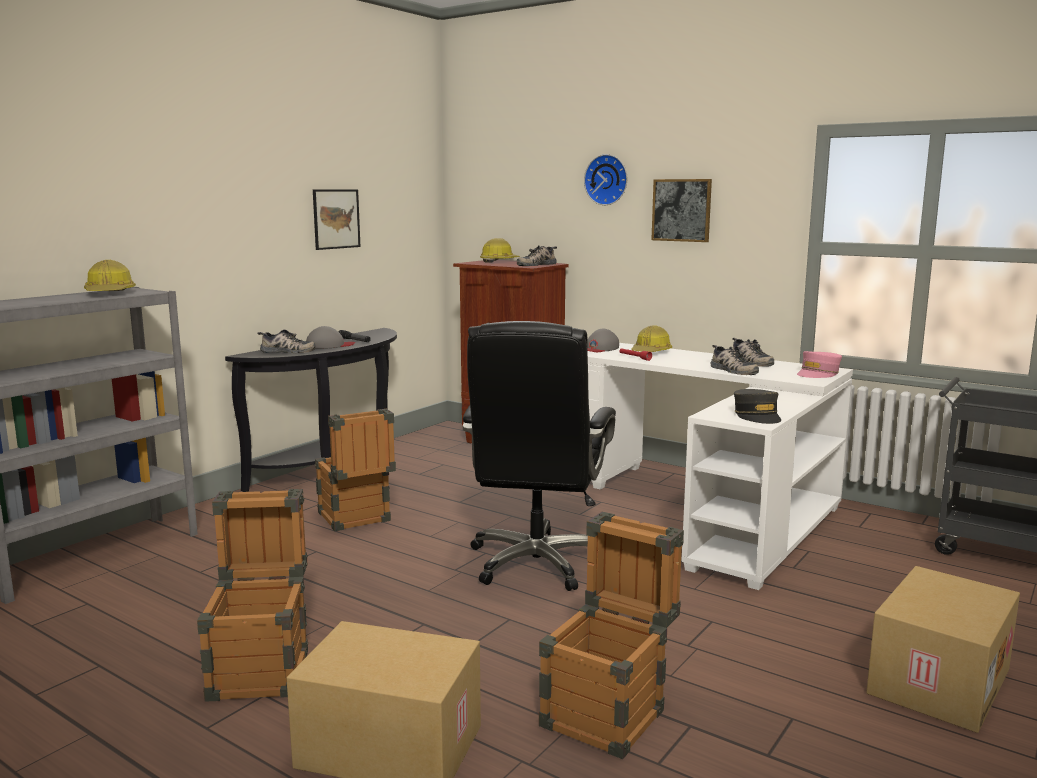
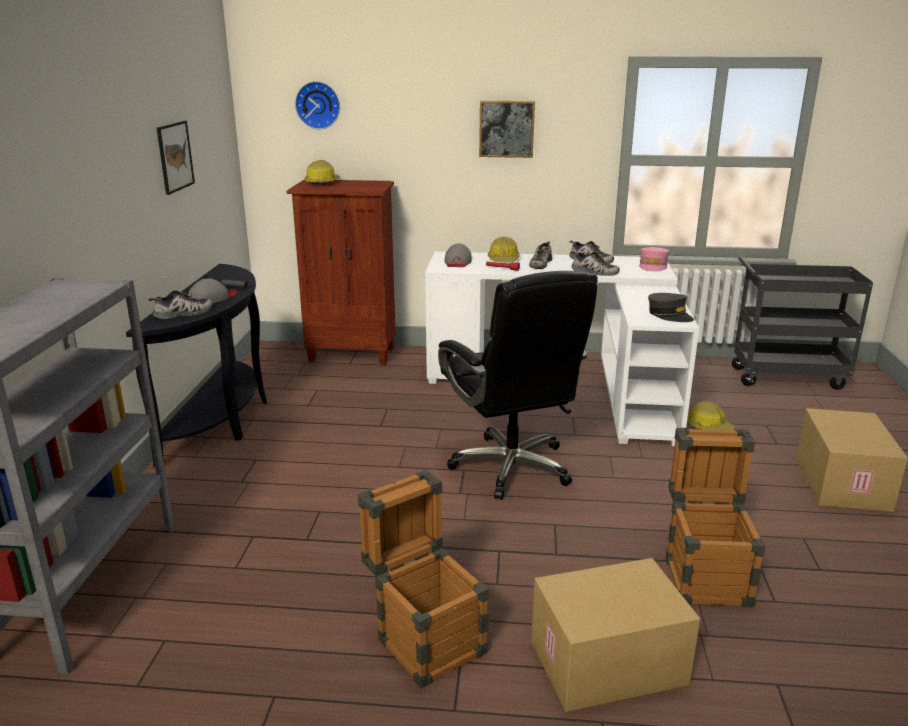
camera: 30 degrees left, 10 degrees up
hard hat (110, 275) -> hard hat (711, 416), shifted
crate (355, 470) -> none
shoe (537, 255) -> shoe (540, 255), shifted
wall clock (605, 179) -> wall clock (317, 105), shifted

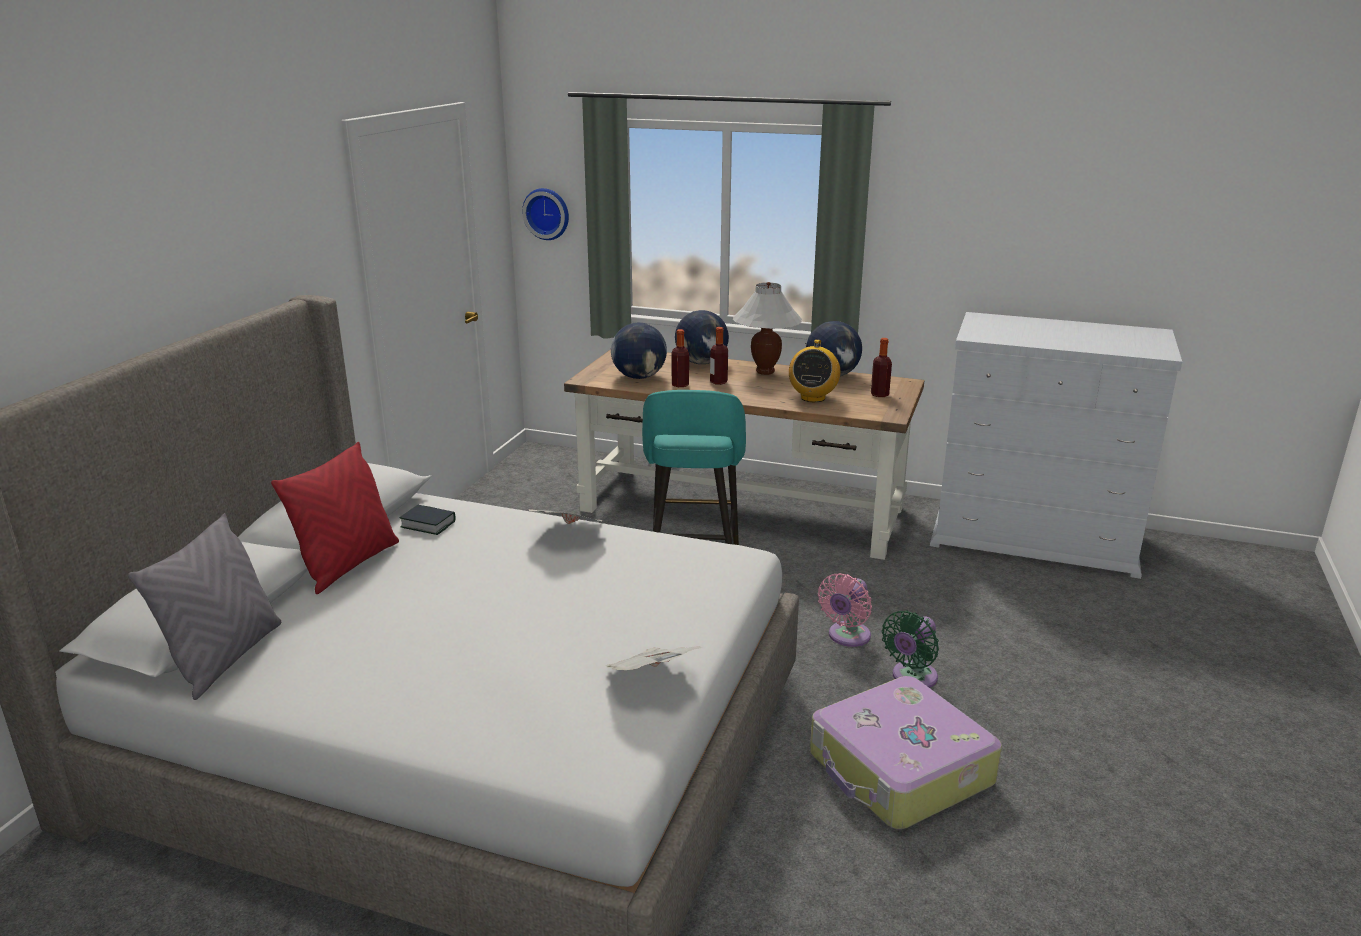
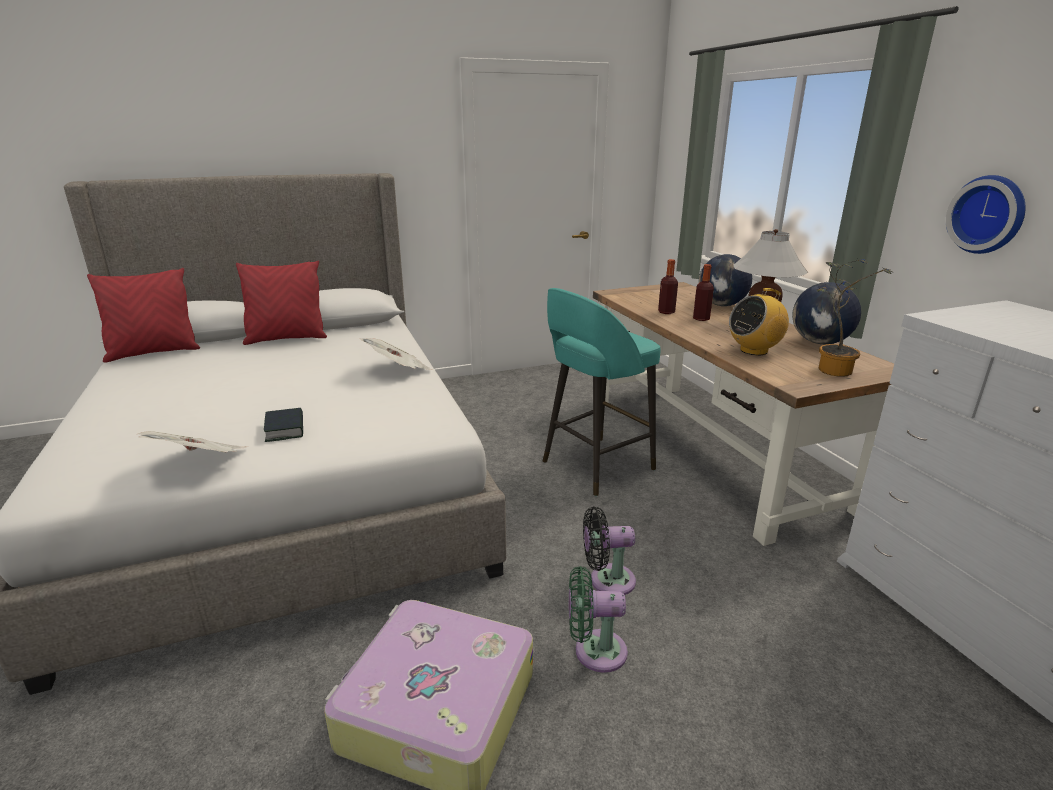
camera: 50 degrees right, 0 degrees up
grey pillow (204, 606) -> red pillow (143, 315)
book (427, 520) -> book (283, 425), shifted
wall clock (545, 214) -> wall clock (986, 214), shifted
globe (639, 351) -> none
pink fan (845, 610) -> black fan (609, 551)
bottle (881, 367) -> potted plant (855, 318)

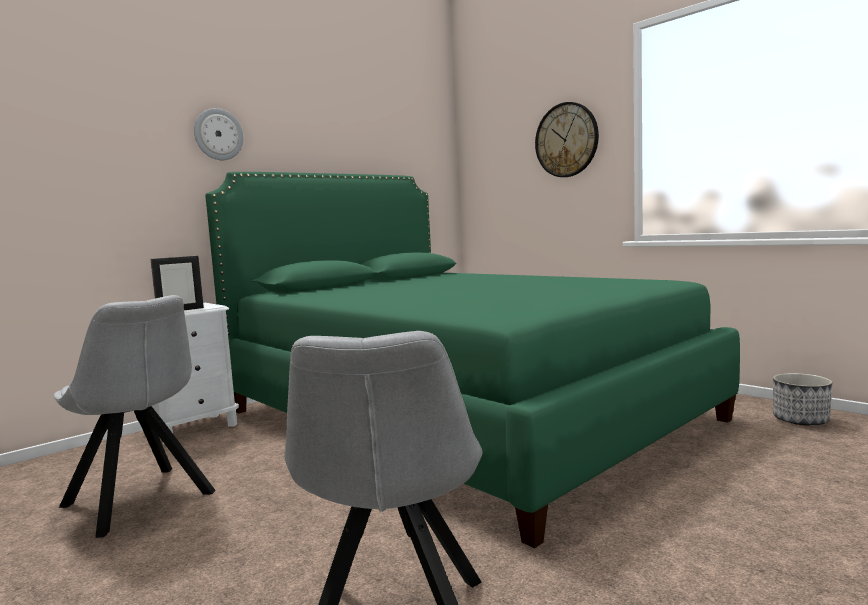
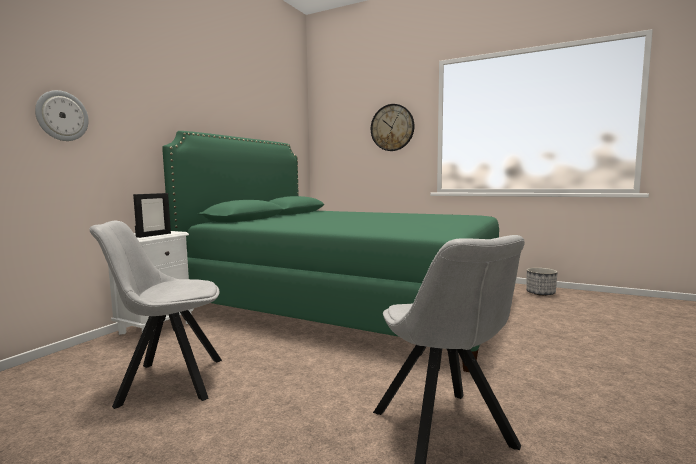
camera: 20 degrees left, 0 degrees up
grey chair (135, 416) -> grey chair (155, 315), 150 degrees clockwise
wall clock (219, 134) -> wall clock (62, 115), shifted

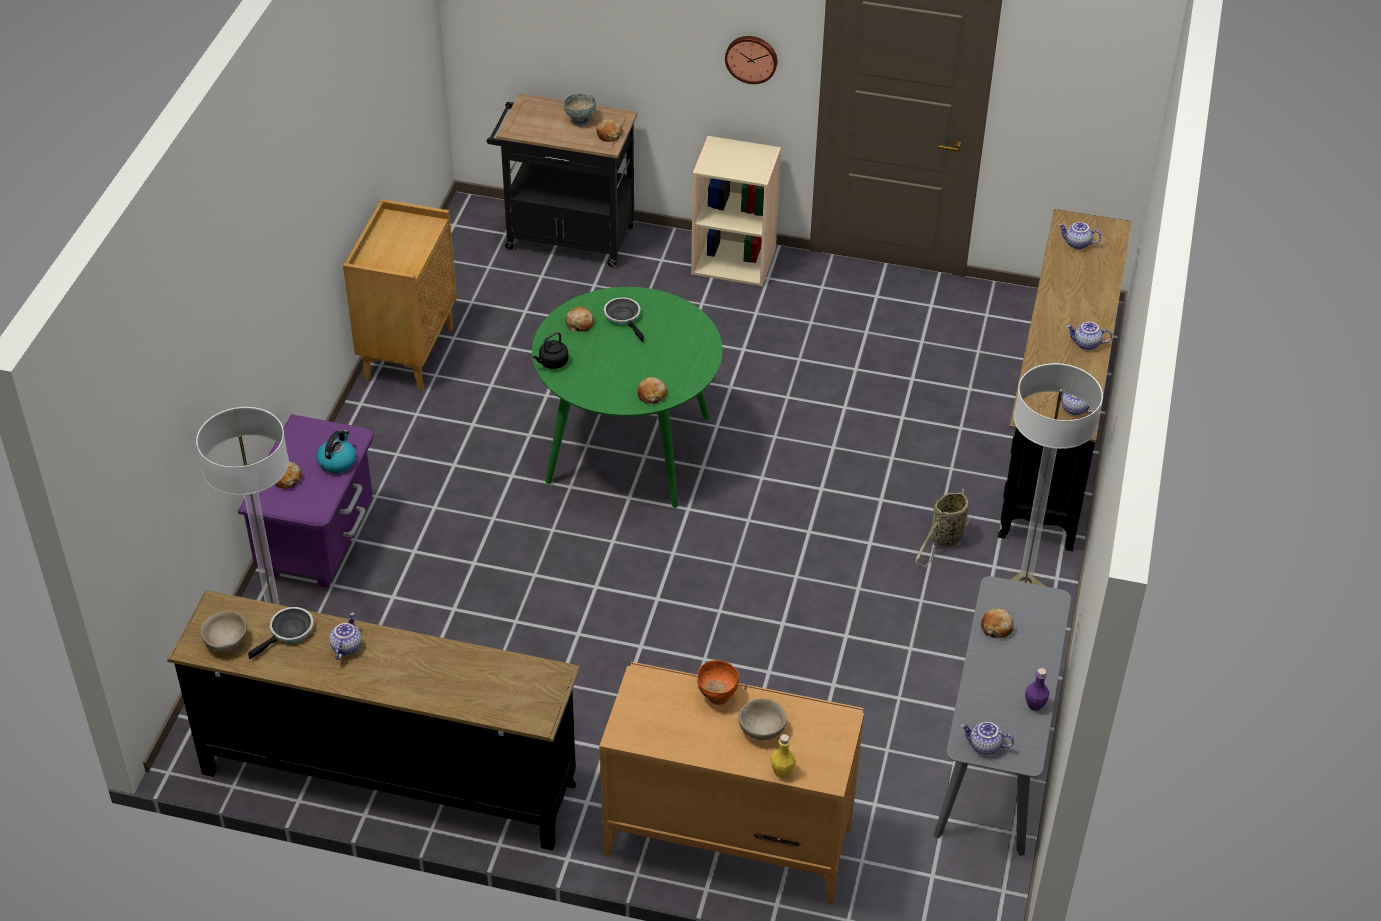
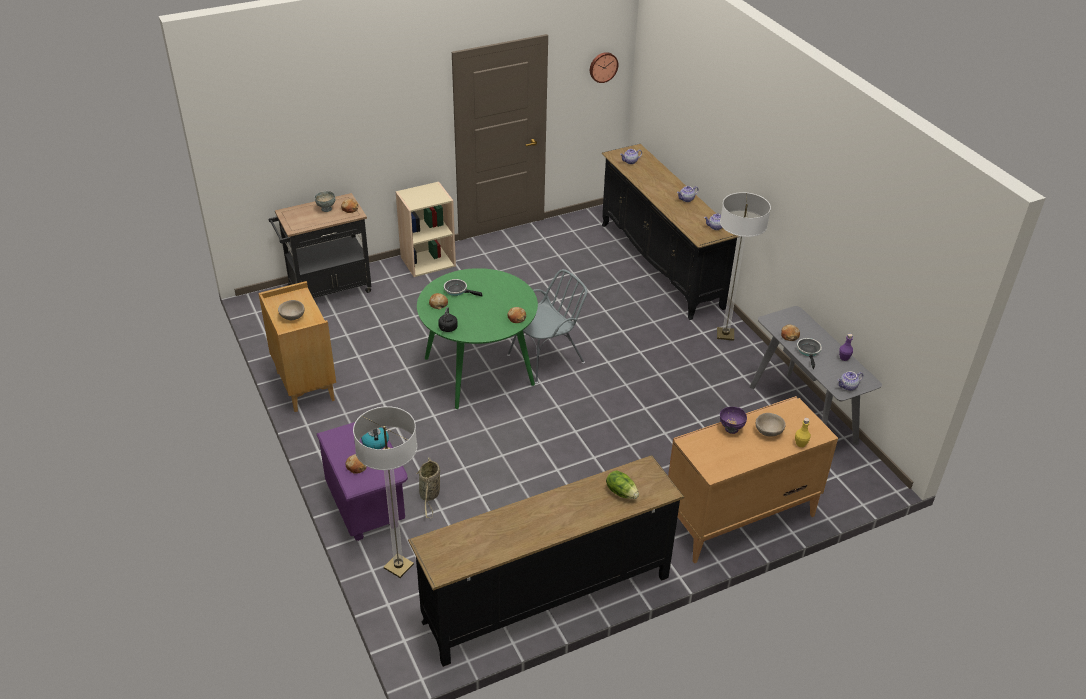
camera: 40 degrees left, 5 degrees down
beige bowl (224, 631) -> beige bowl (291, 310), shifted
frying pan (281, 633) -> frying pan (809, 353), shifted
teapot (345, 636) -> none
orange bowl (718, 682) -> purple bowl (733, 420)
wall clock (751, 60) -> wall clock (604, 67), shifted
basket (942, 527) -> basket (428, 487), shifted
none -> grey chair (547, 326)
none -> lettuce (622, 485)

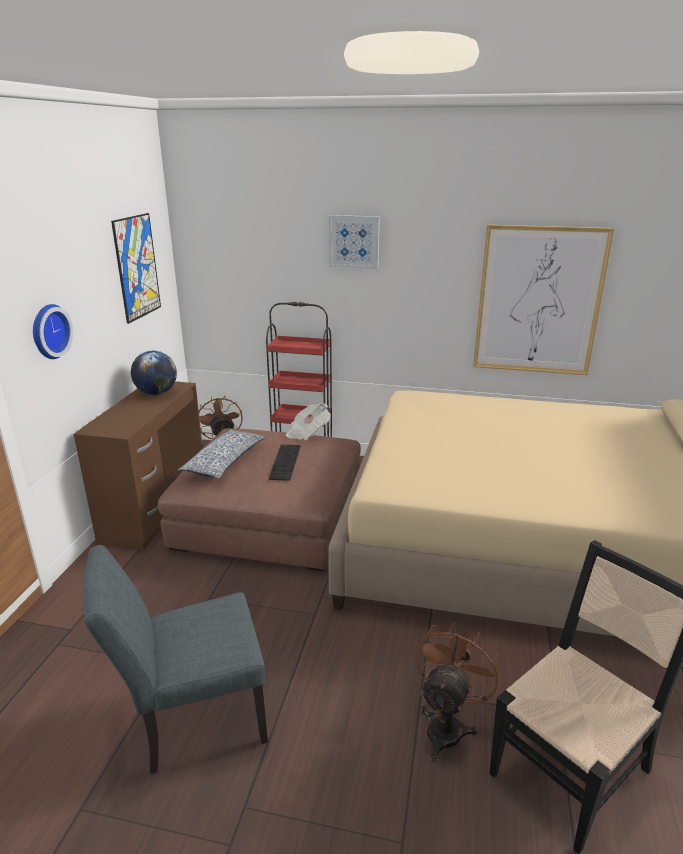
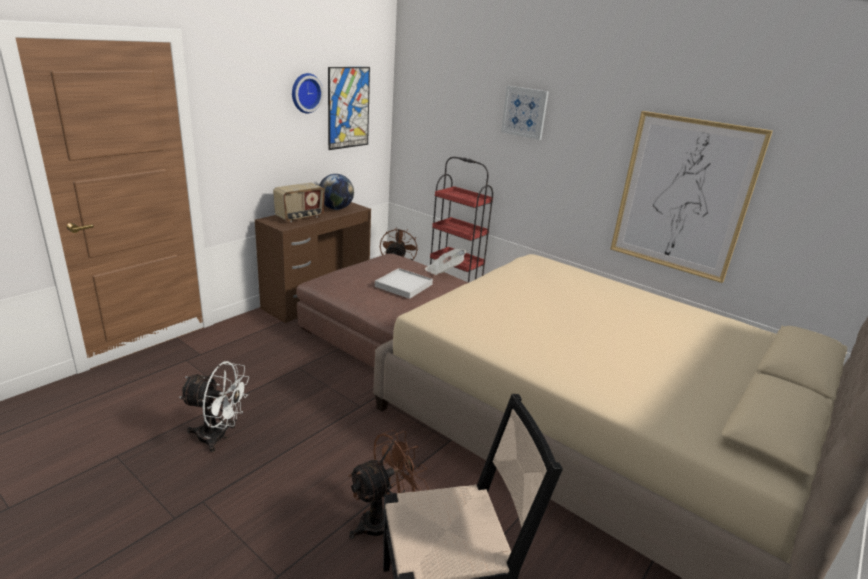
camera: 25 degrees right, 0 degrees up
wall clock (53, 331) -> wall clock (308, 93), shifted
grey chair (175, 659) -> white fan (214, 407)
pillow (221, 454) -> none
keyboard (285, 463) -> white tray (404, 283)
none -> radio (299, 202)

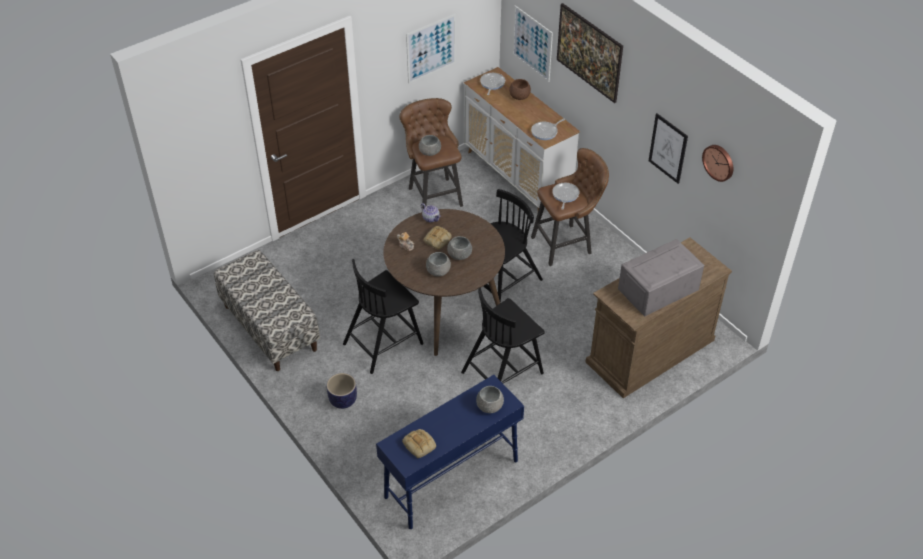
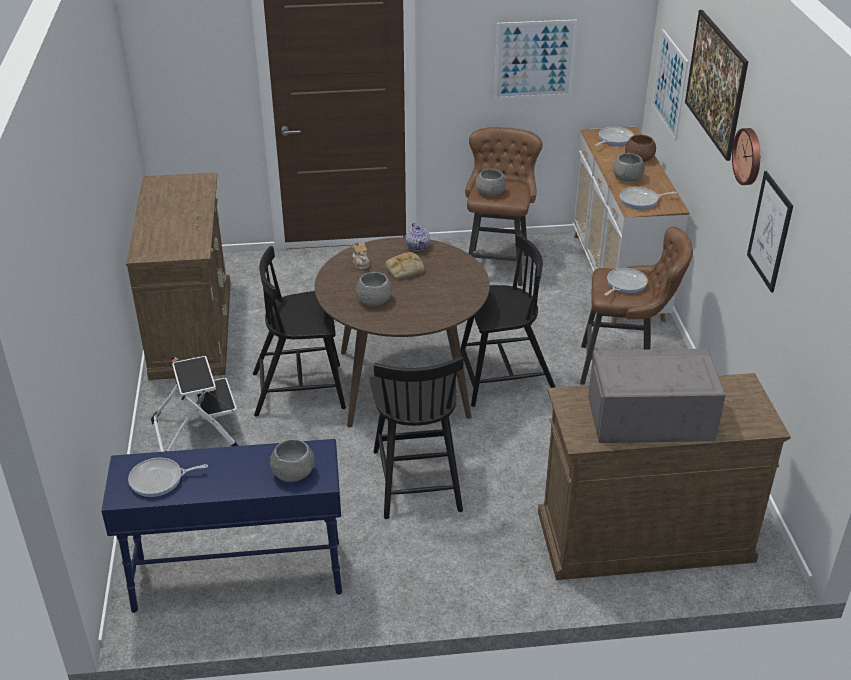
camera: 30 degrees right, 10 degrees down
bench (267, 310) -> brown dresser (178, 276)
planter (342, 391) -> step ladder (195, 404)
bread (419, 443) -> frying pan (168, 477)
grey bowl (459, 248) -> grey bowl (629, 167), shifted
black chair (503, 335) -> black chair (416, 437), 90 degrees counterclockwise
wall clock (717, 163) -> wall clock (746, 156), shifted

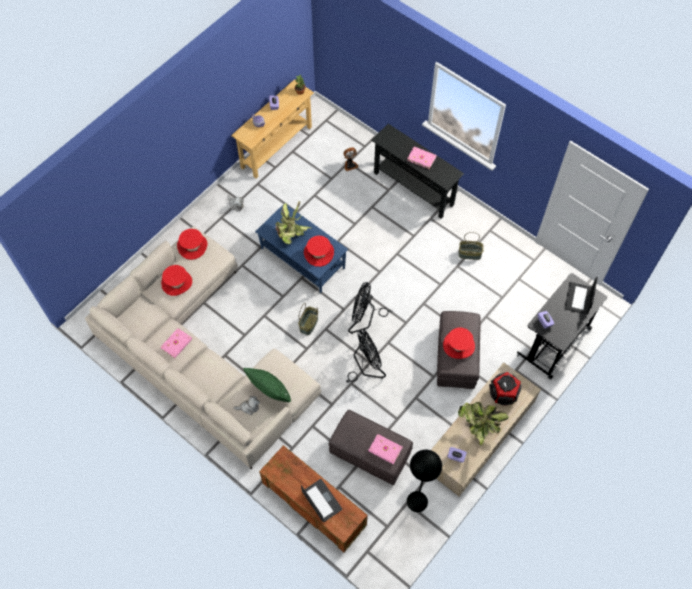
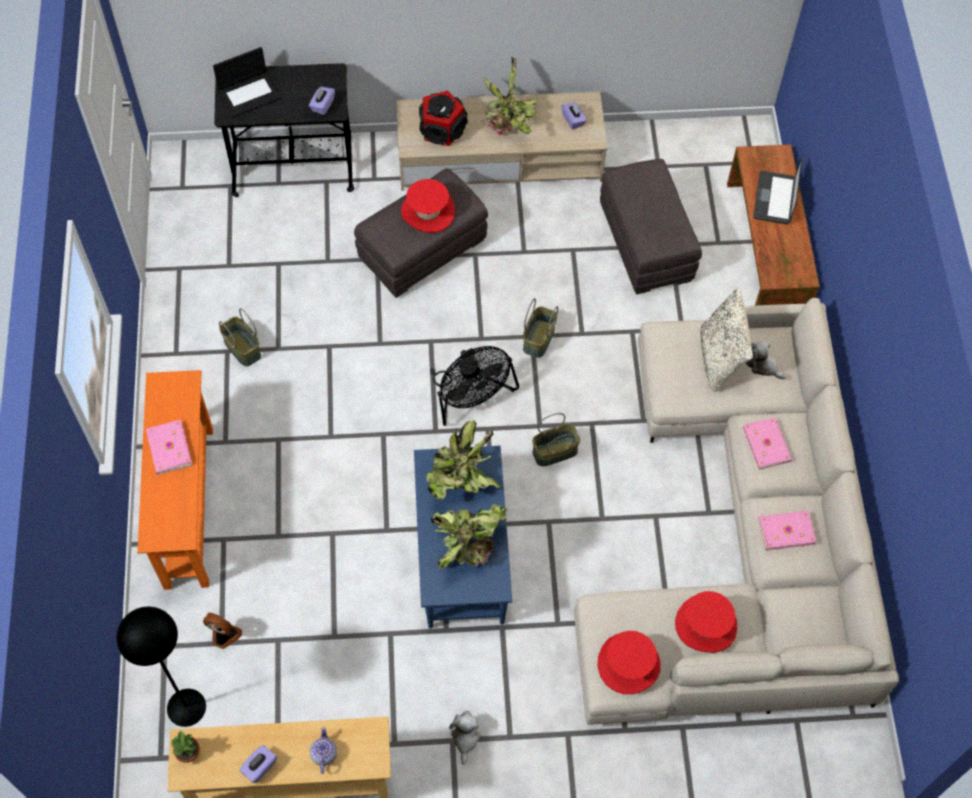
camera: 135 degrees left, 0 degrees up
green pillow (267, 385) -> beige pillow (726, 339)
red hat (319, 251) -> potted plant (463, 460)
black fan (366, 356) -> basket (540, 328)
pink book (385, 449) -> pink book (767, 443), shifted
black console table (417, 171) -> orange console table (175, 480)
black floor lamp (424, 481) -> black floor lamp (161, 667), shifted

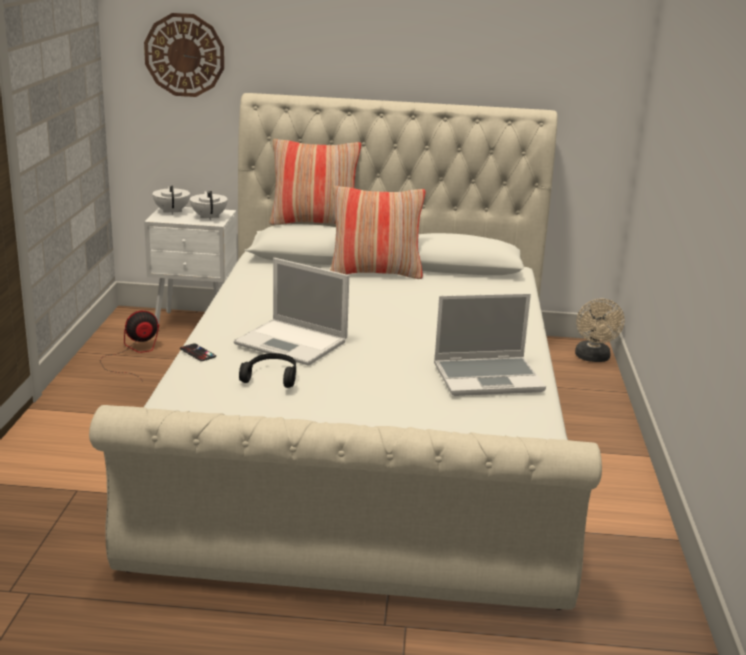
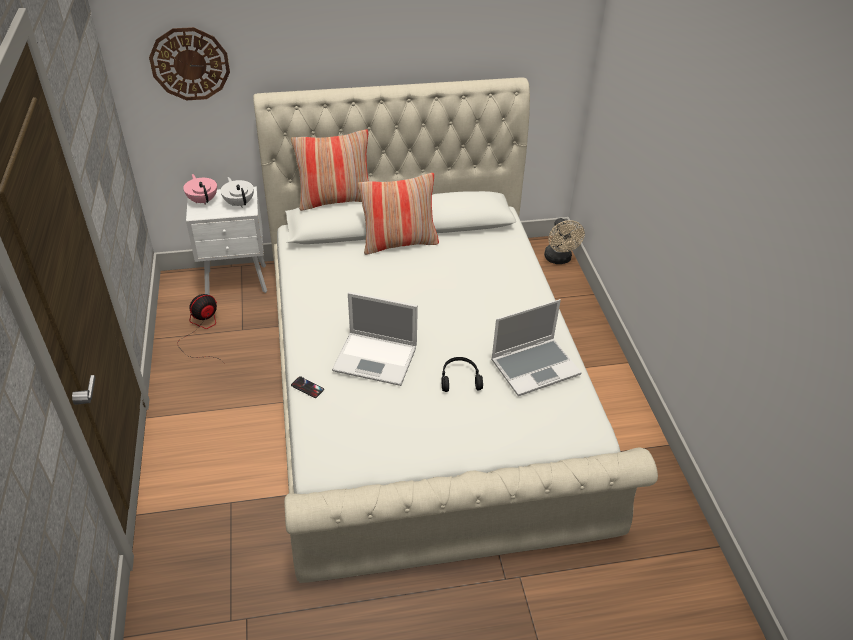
camera: 15 degrees left, 20 degrees up
white teapot (171, 200) -> pink teapot (200, 189)
black headphones (267, 370) -> black headphones (462, 374), shifted

